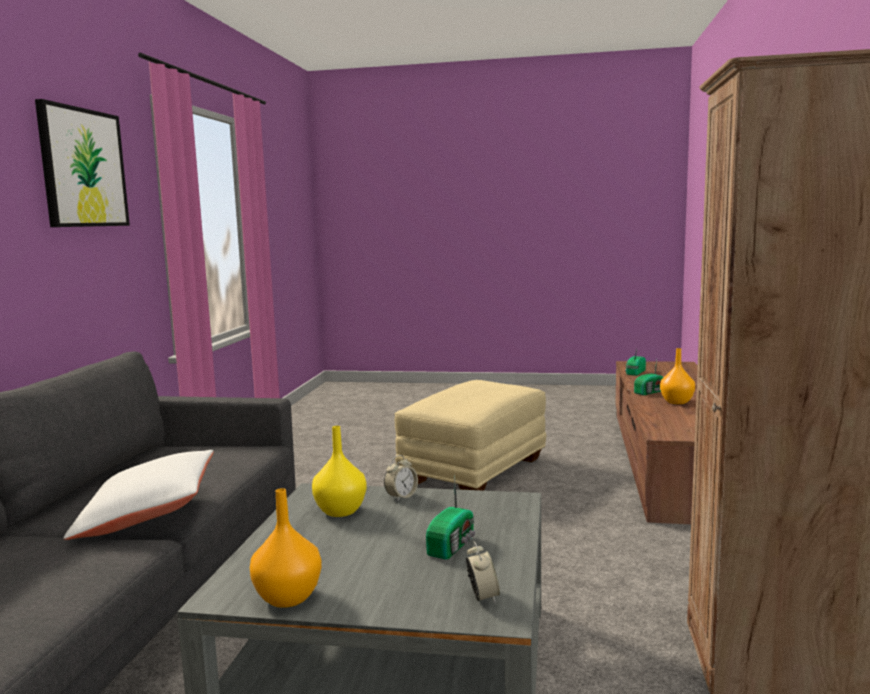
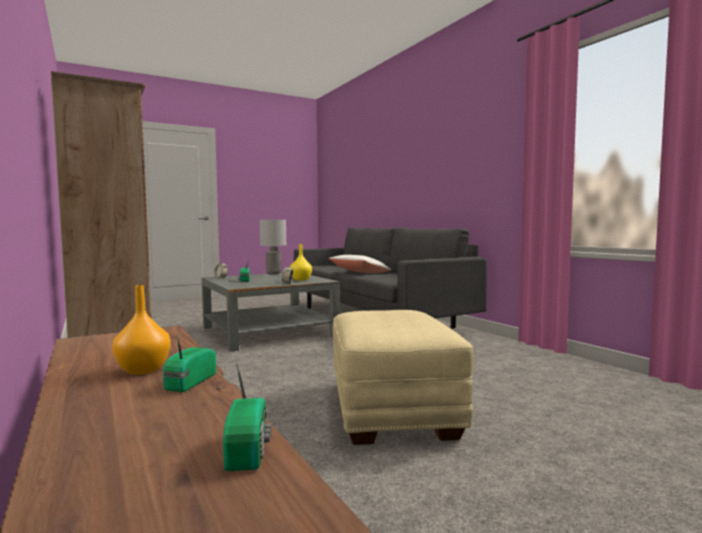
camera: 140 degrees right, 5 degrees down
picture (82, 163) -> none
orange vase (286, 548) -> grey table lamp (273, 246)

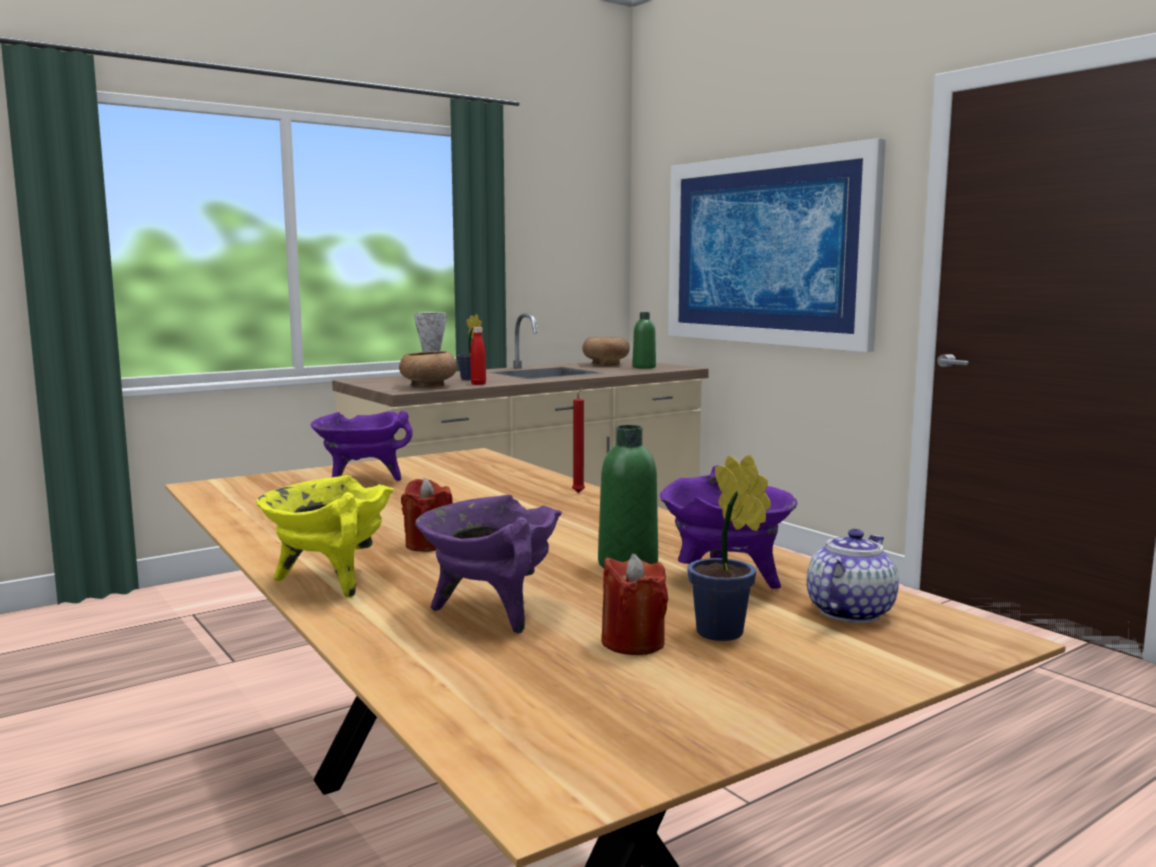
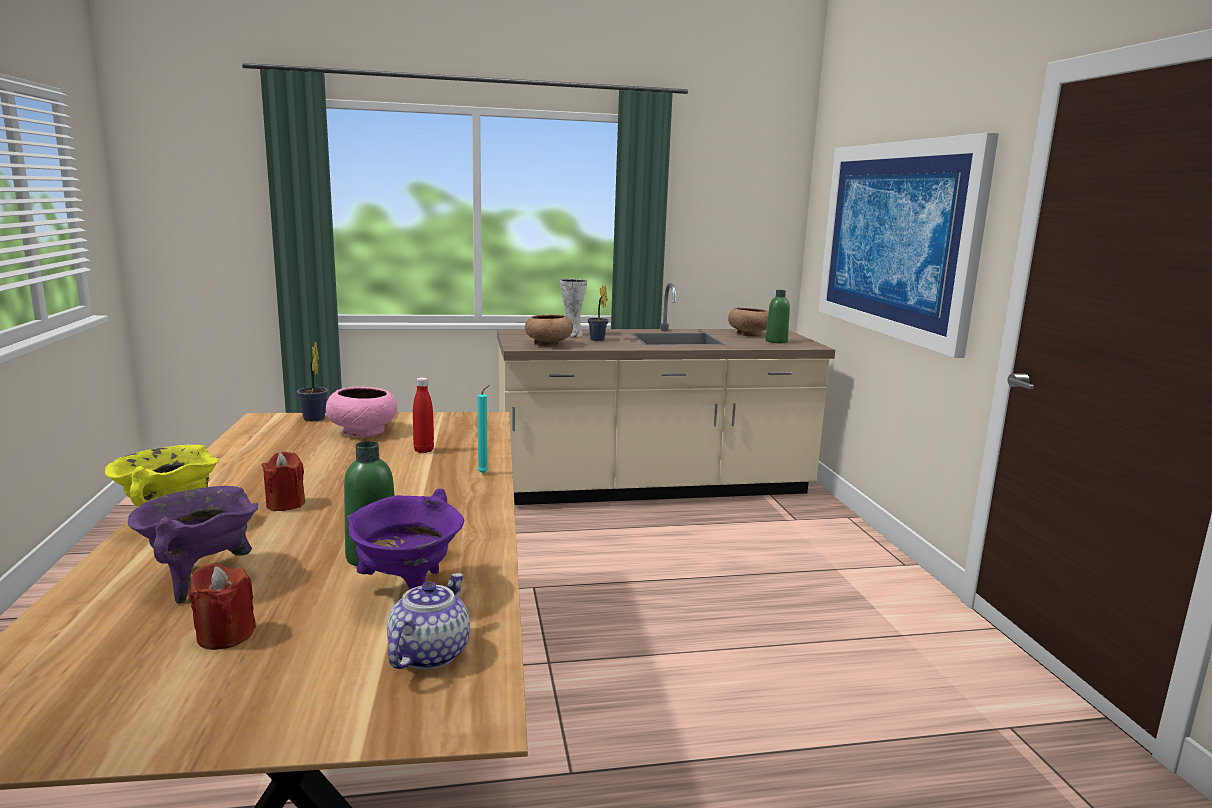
camera: 25 degrees right, 5 degrees up
purple cooking pot (362, 446) -> pink bowl (362, 412)
red bottle (478, 356) -> red bottle (423, 415), shifted
red candle (578, 440) -> turquoise candle (483, 429)
potted plant (729, 548) -> potted plant (312, 381), shifted
teapot (853, 576) -> teapot (428, 621), 45 degrees counterclockwise

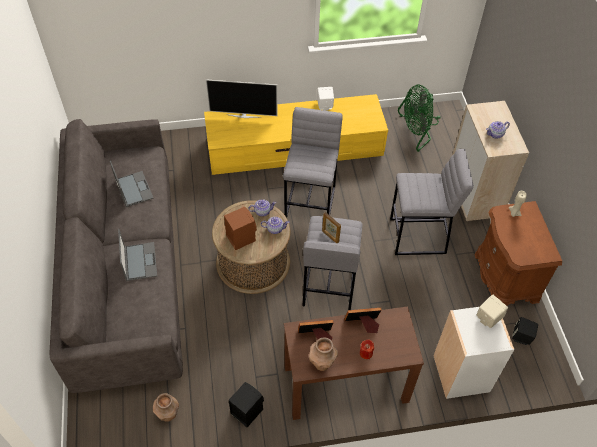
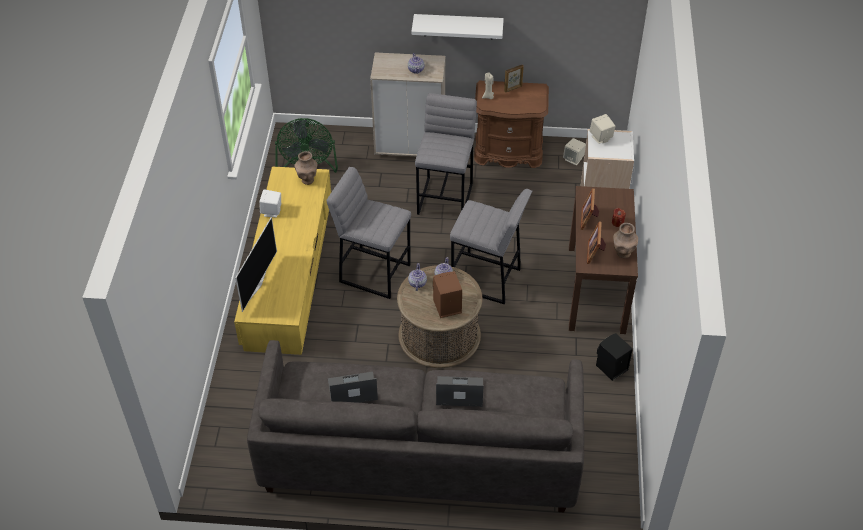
camera: 75 degrees left, 5 degrees down
brown vase (166, 407) -> brown vase (306, 168), shifted
picture frame (331, 227) -> picture frame (514, 78), shifted
black speaker (525, 331) -> beige speaker (574, 151)
none -> white shelf (457, 26)

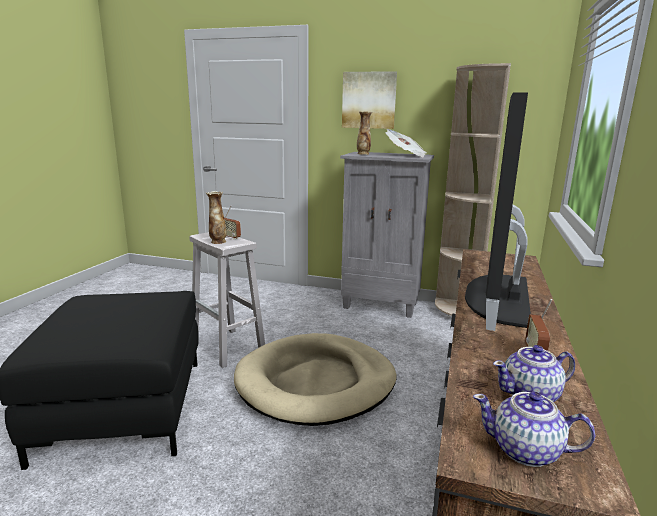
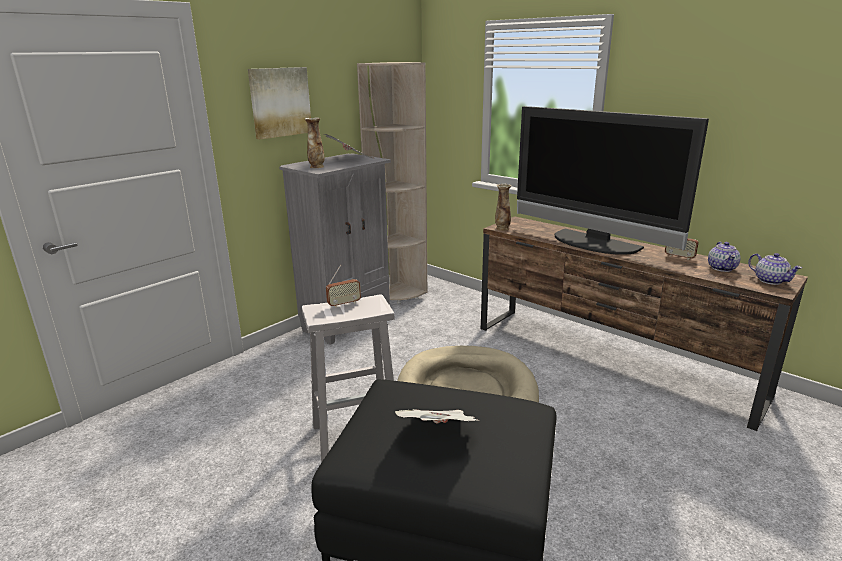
camera: 65 degrees left, 5 degrees up
vase (216, 217) -> vase (503, 207), shifted
teapot (534, 429) -> teapot (775, 269), 75 degrees counterclockwise
none -> newspaper (436, 416)

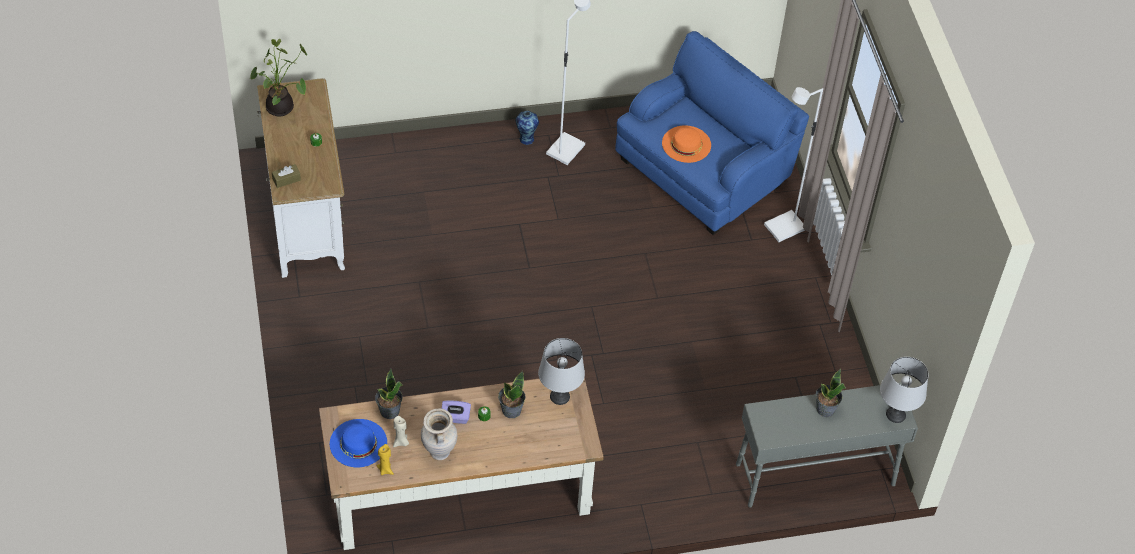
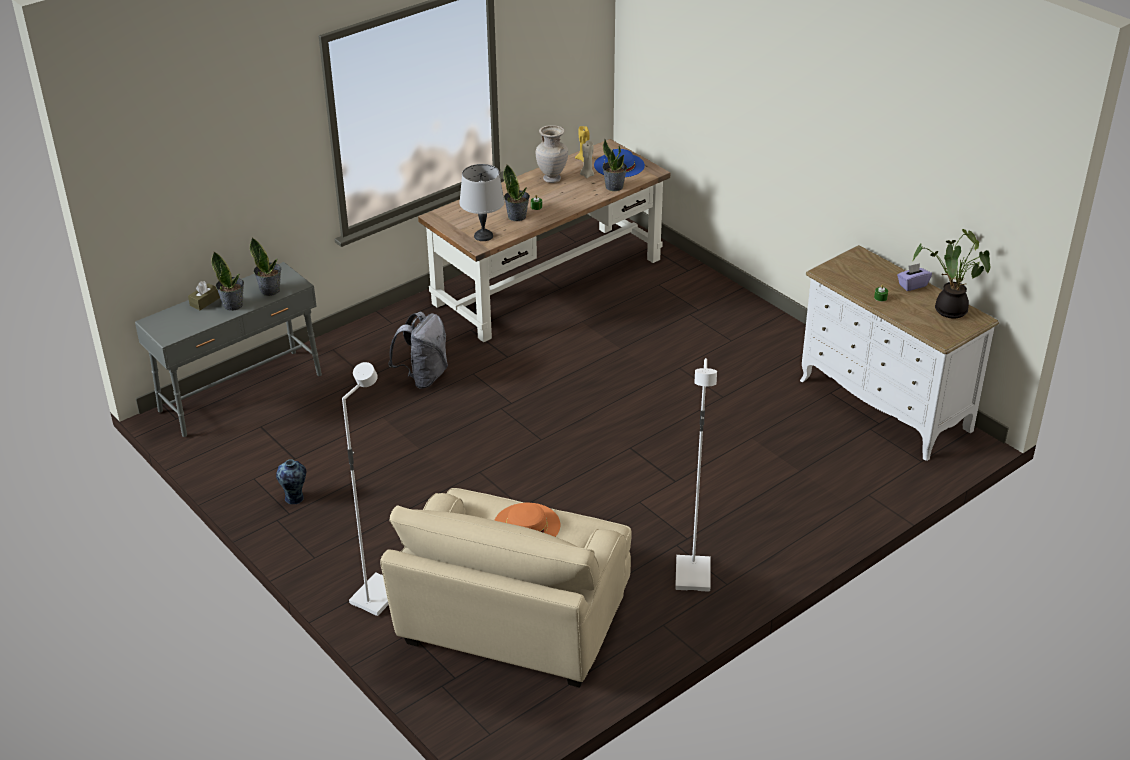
camera: 155 degrees right, 15 degrees down
brown tissue box (286, 176) -> brown tissue box (204, 295), shifted
purple tissue box (456, 412) -> purple tissue box (914, 277), shifted
vase (527, 128) -> vase (291, 481), shifted
blue armchair (712, 133) -> beige armchair (506, 588)
grey table lamp (904, 390) -> none
none -> potted plant (265, 267)
none -> grey backpack (418, 350)

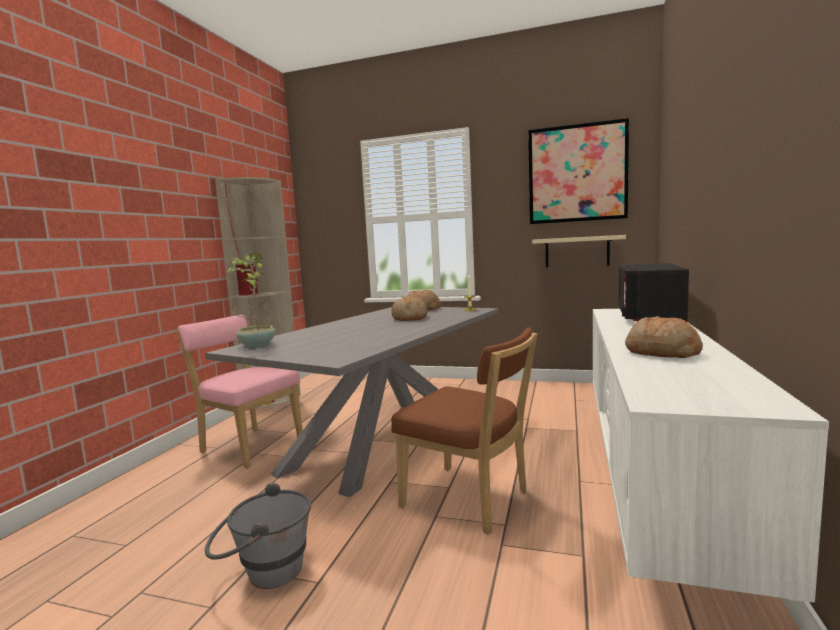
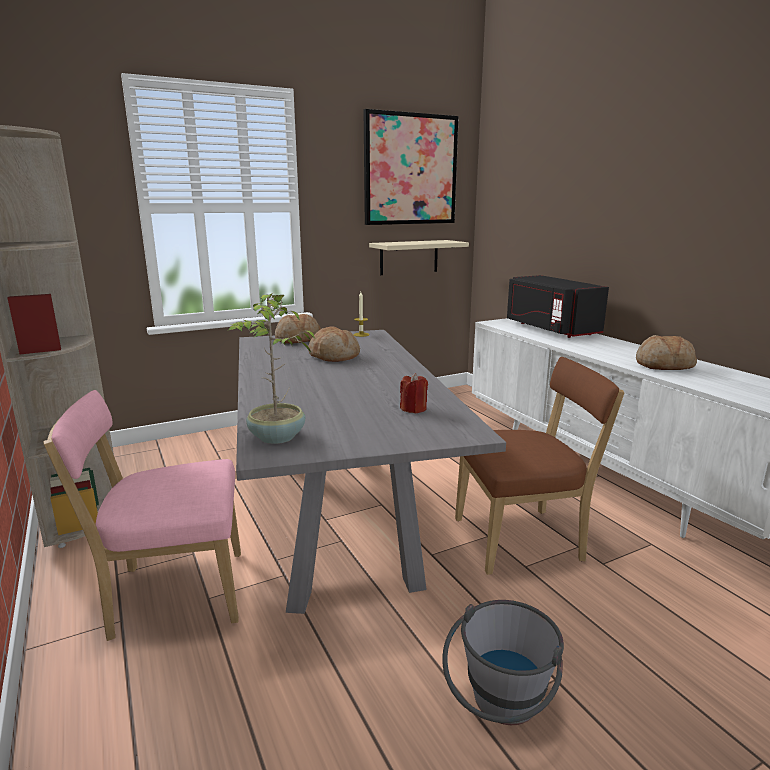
camera: 45 degrees left, 10 degrees up
none -> red candle (414, 393)

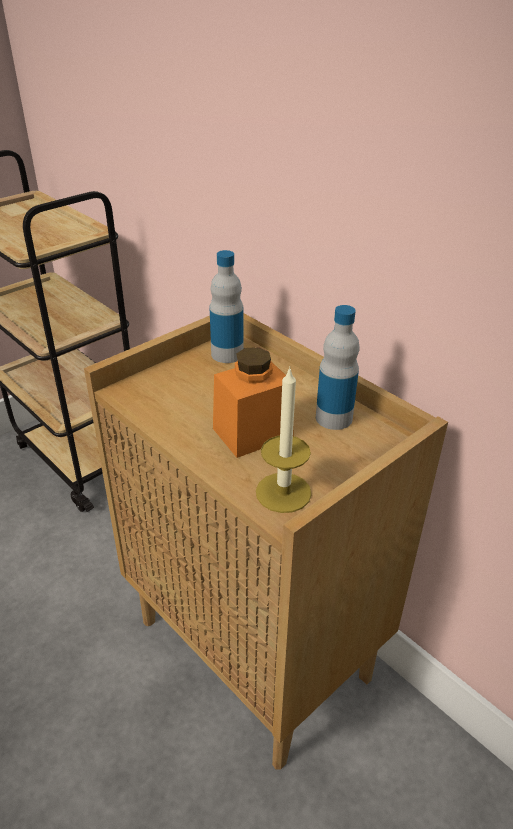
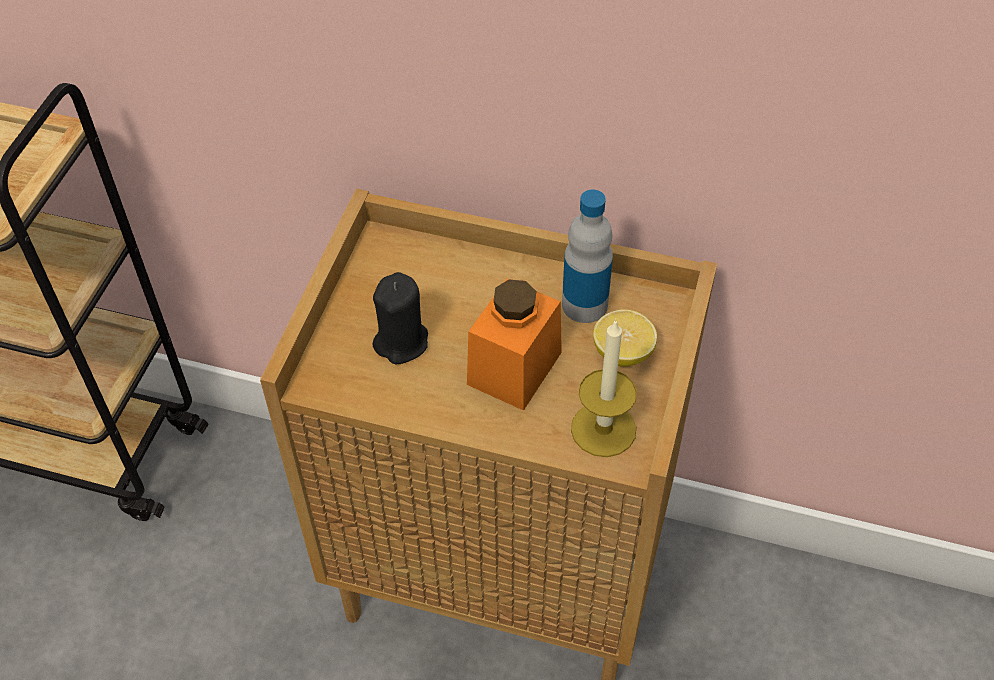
camera: 30 degrees left, 15 degrees up
bottle (227, 306) -> none
none -> black candle (400, 318)
none -> lemon (625, 338)

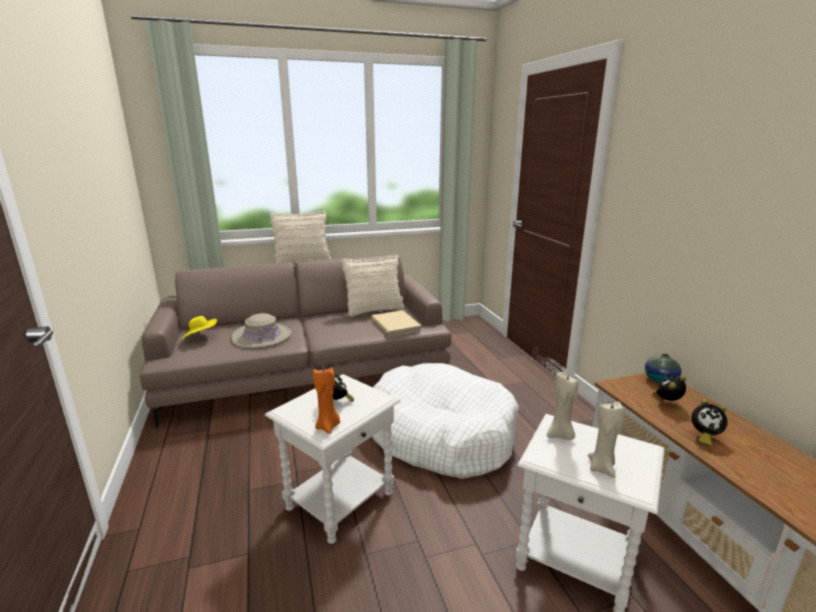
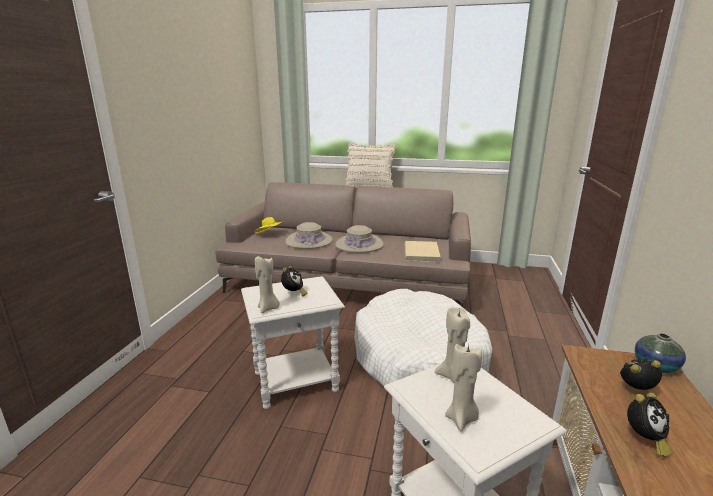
camera: 30 degrees right, 0 degrees up
orange candle (326, 400) -> beige candle (267, 284)
beige pillow (373, 286) -> none
alarm clock (709, 422) -> alarm clock (649, 425), 75 degrees counterclockwise
none -> beige hat (359, 239)

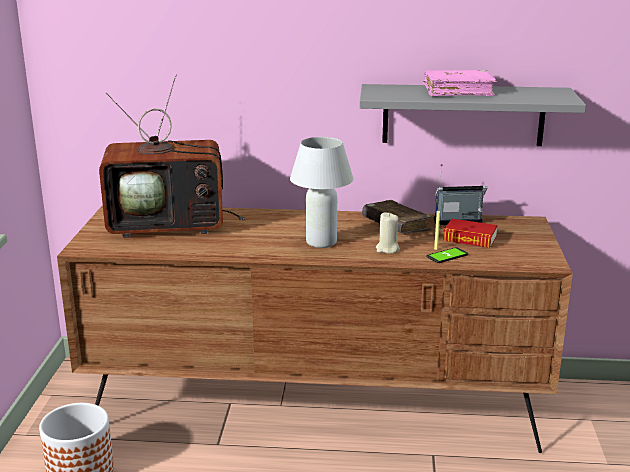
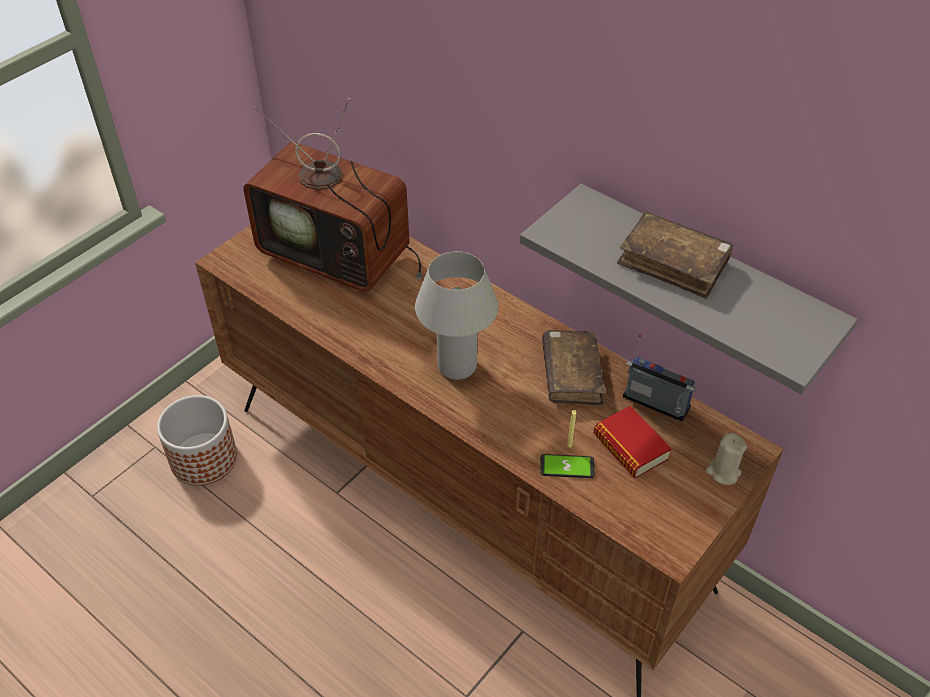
camera: 35 degrees right, 25 degrees up
beige candle (388, 233) -> beige candle (726, 459), shifted
pink book (460, 83) -> brown book (675, 255)

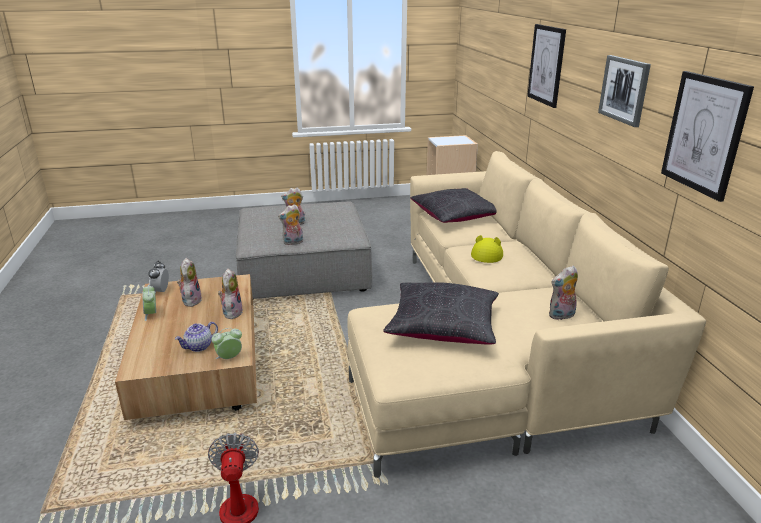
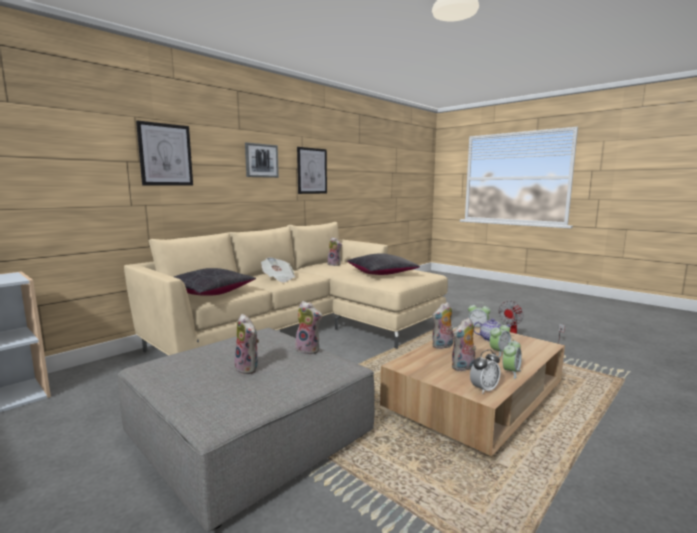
camera: 125 degrees left, 15 degrees down
yellow hat (487, 249) -> newspaper (278, 270)
none -> alarm clock (500, 339)

